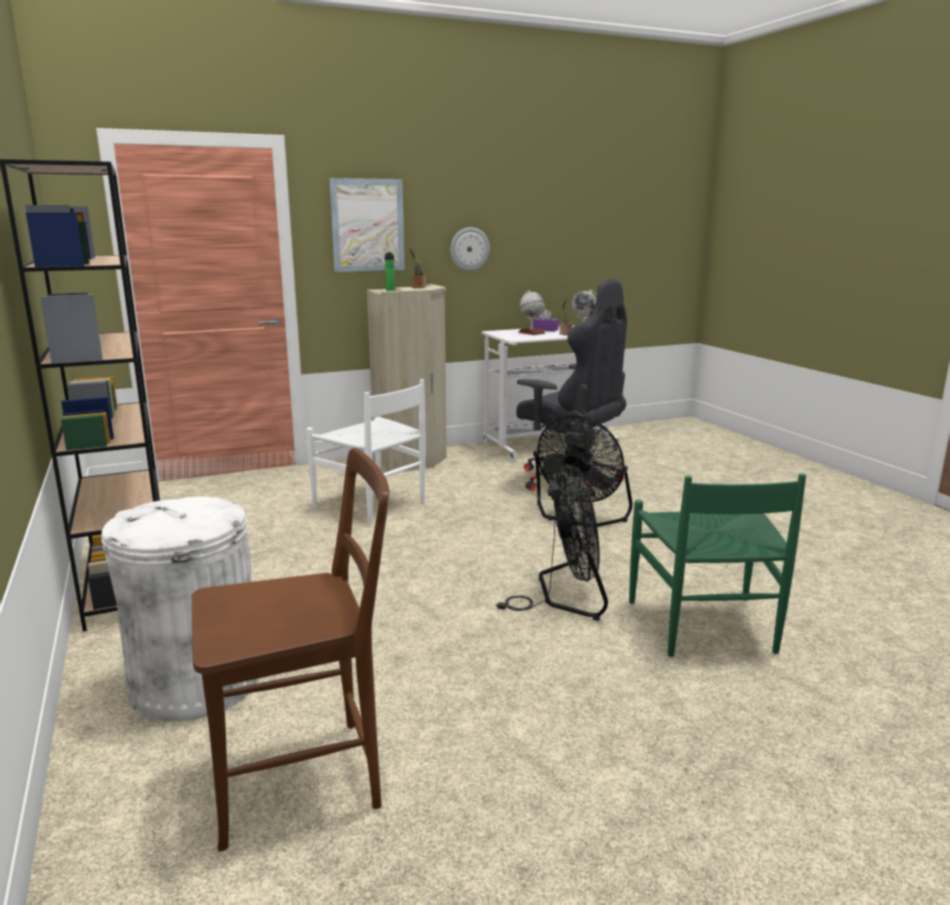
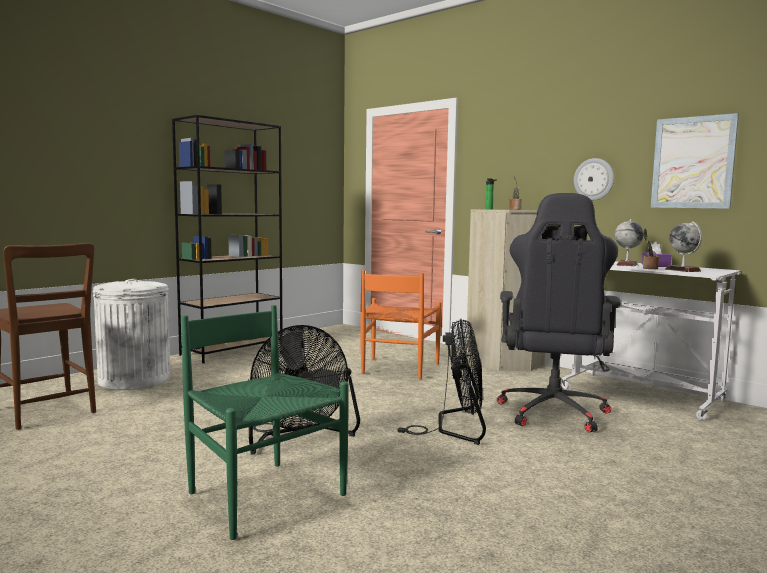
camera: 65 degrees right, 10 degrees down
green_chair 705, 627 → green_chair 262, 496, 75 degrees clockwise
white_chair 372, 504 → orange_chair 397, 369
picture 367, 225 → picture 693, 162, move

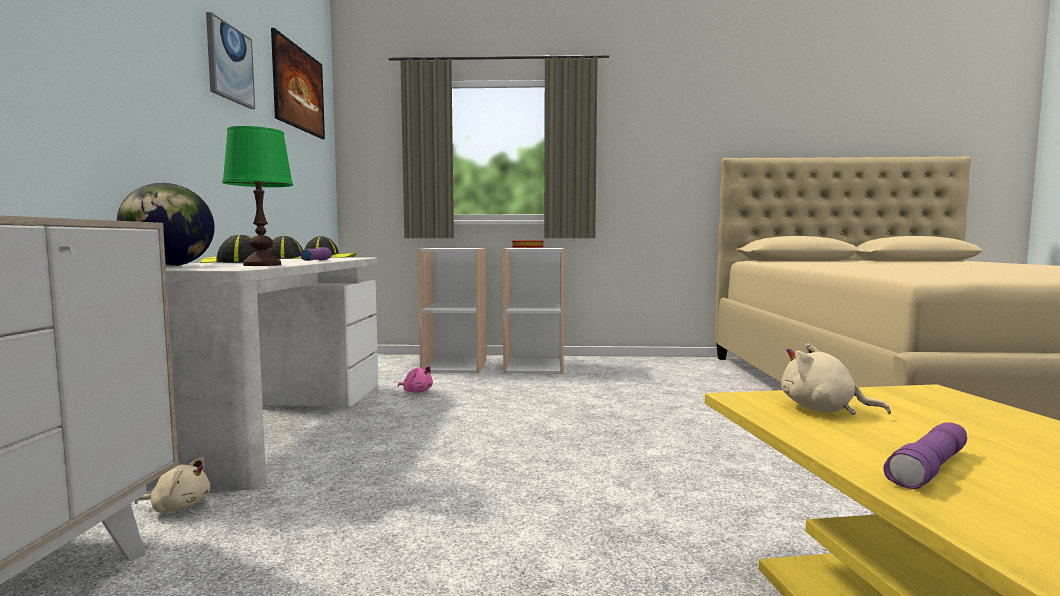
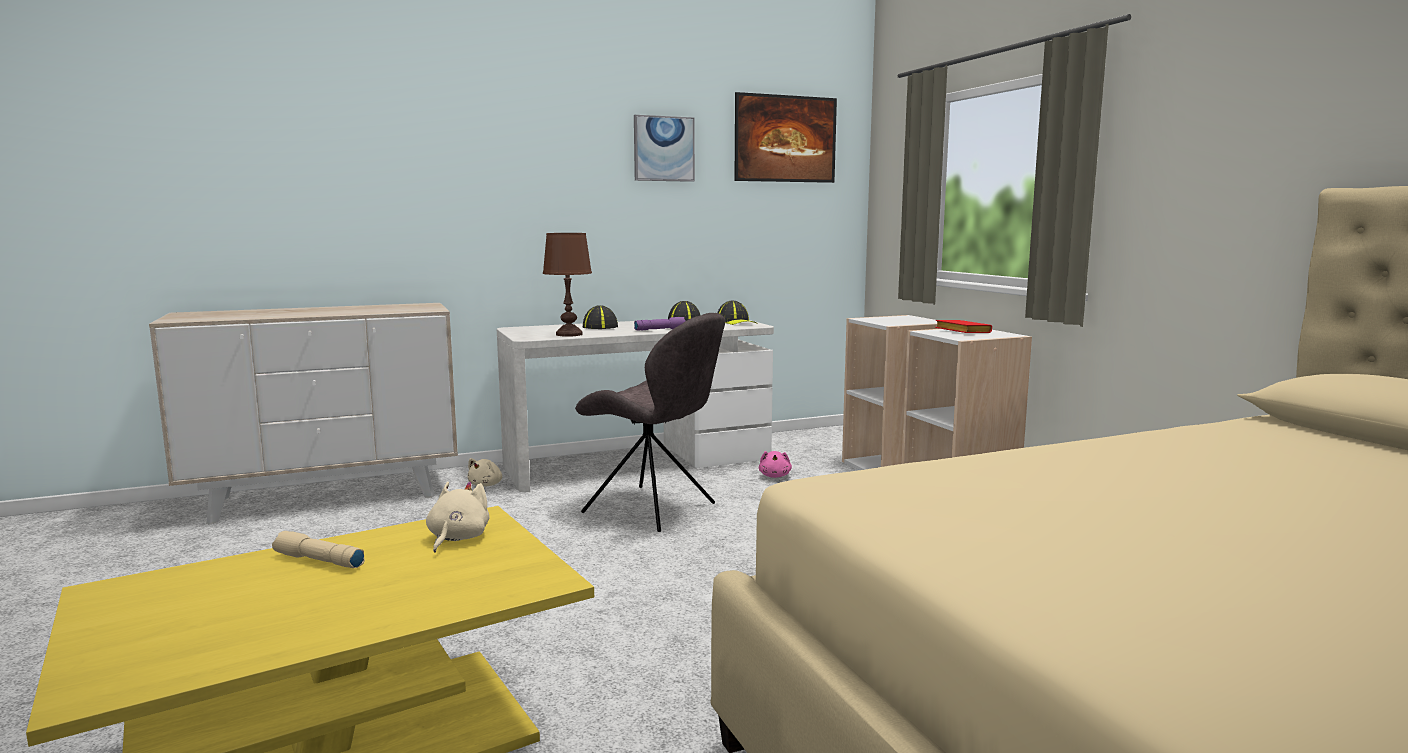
camera: 65 degrees right, 5 degrees up
purple_flashlight 930, 469 → beige_flashlight 318, 561
beige_plush_toy 178, 507 → beige_plush_toy 486, 485, 45 degrees clockwise
green_table_lamp 262, 265 → brown_table_lamp 569, 334
- → grey_chair 653, 509
globe 170, 266 → -

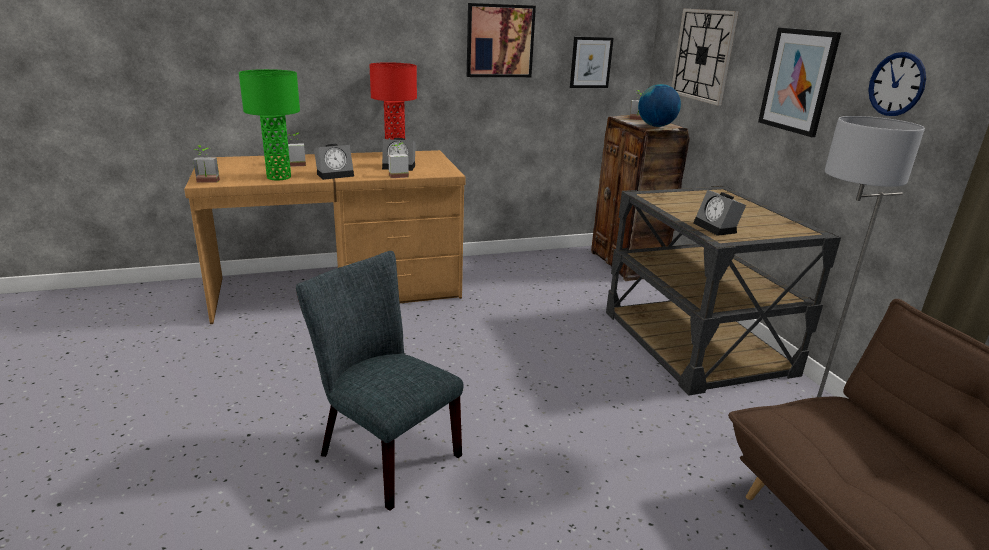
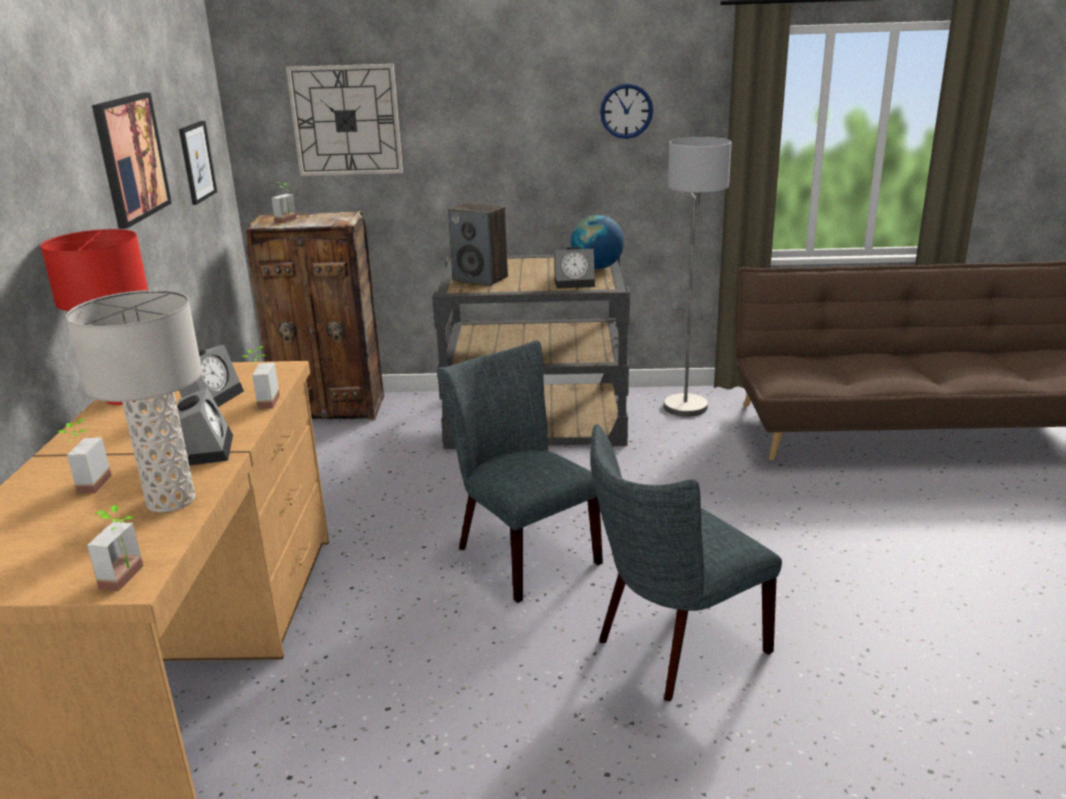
camera: 70 degrees left, 0 degrees up
green_table_lamp 279, 177 → white_table_lamp 171, 500
- → grey_chair 521, 552
- → speaker 481, 279
globe 656, 126 → globe 597, 268, move
picture 798, 81 → -

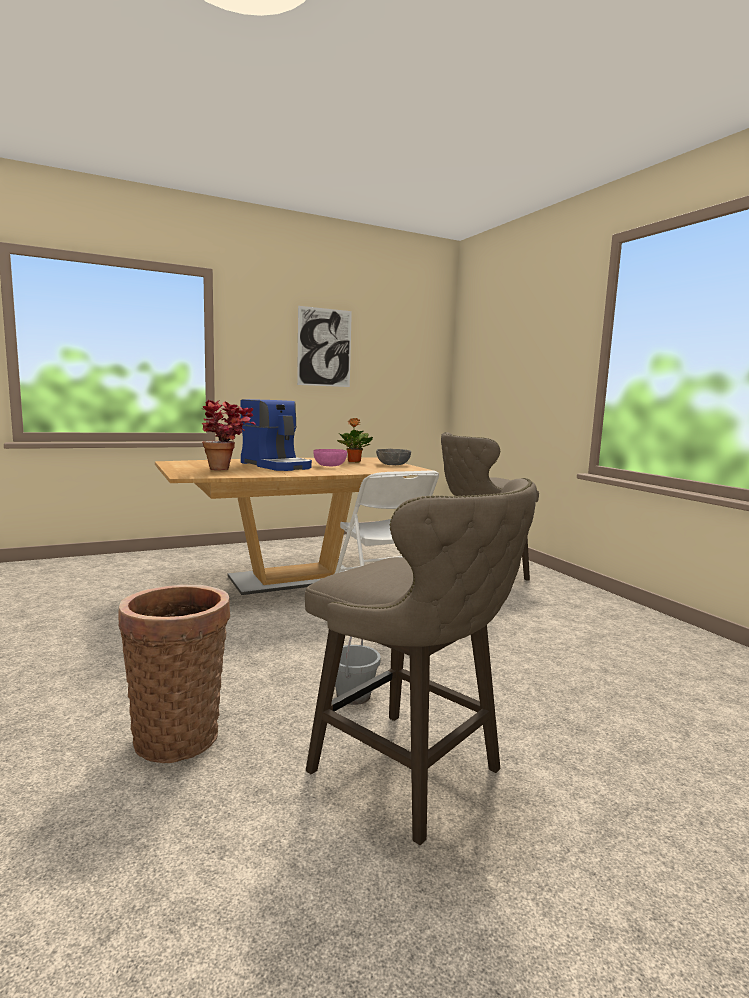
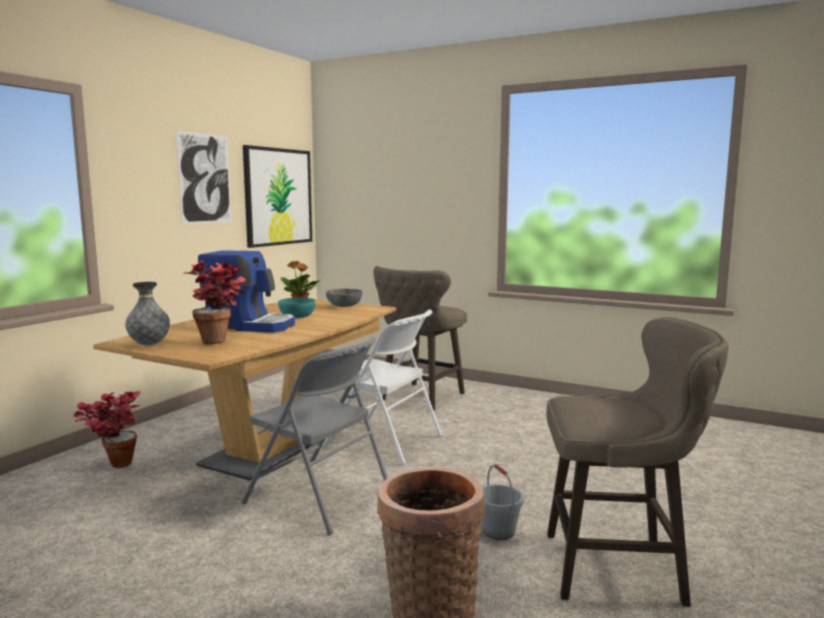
camera: 35 degrees left, 0 degrees up
- → potted_plant 113, 464
- → grey_vase 149, 344
- → grey_chair 318, 498
- → picture 278, 197
pink_bowl 330, 465 → turquoise_bowl 297, 317

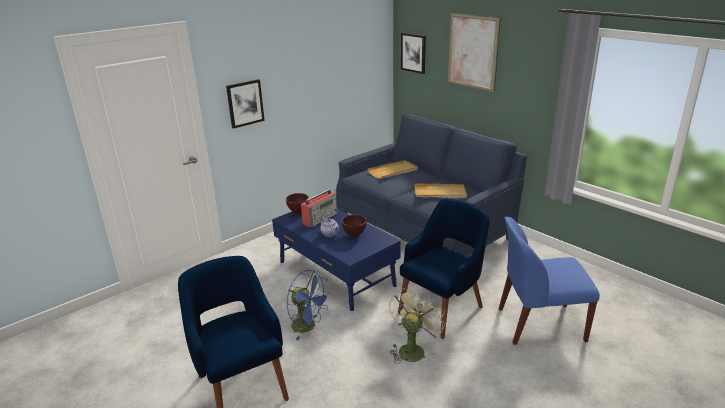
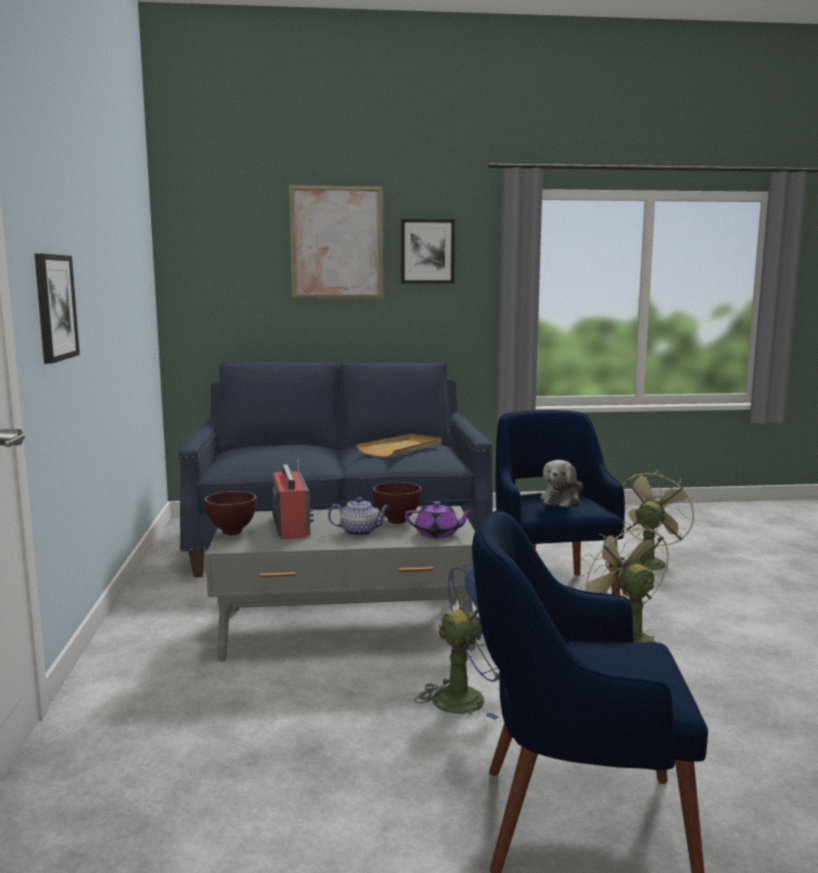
camera: 55 degrees left, 15 degrees down
blue_coffee_table 336, 274 → grey_coffee_table 348, 629
picture 413, 52 → picture 427, 251, move
- → purple_teapot 438, 534
- → plush_toy 561, 500
blue_chair 538, 324 → green_fan 648, 562
beige_tray 393, 171 → -

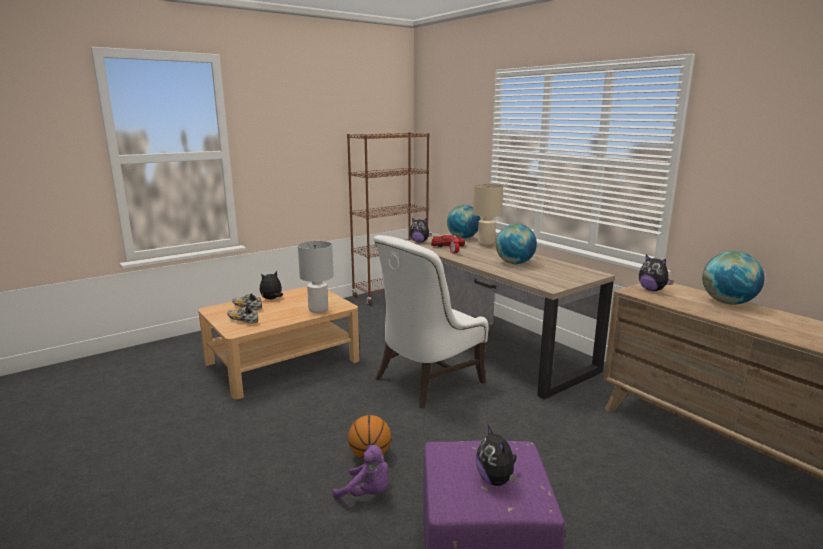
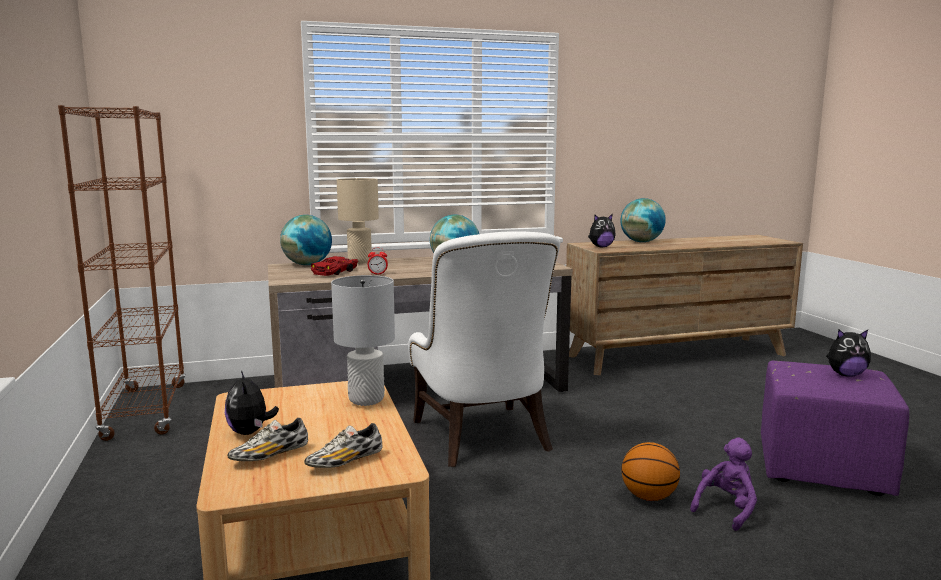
camera: 70 degrees left, 5 degrees down
plush_toy 419, 242 → -

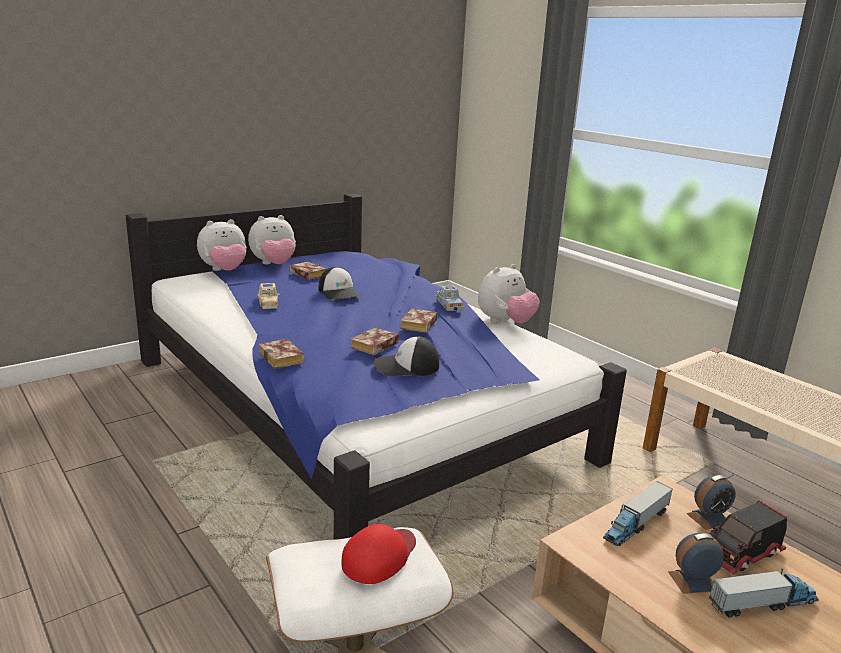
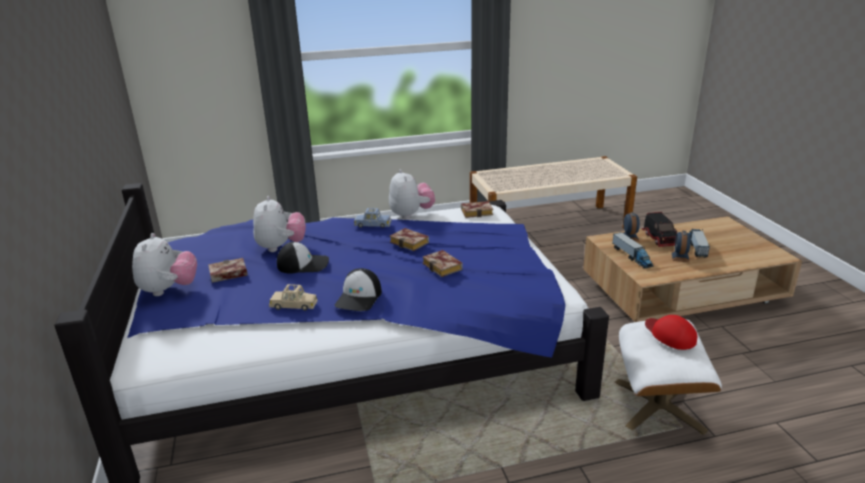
camera: 65 degrees left, 5 degrees up
plush_toy 224, 271 → plush_toy 281, 247, move
cap 406, 366 → cap 359, 298, move
book 283, 359 → book 478, 212, move

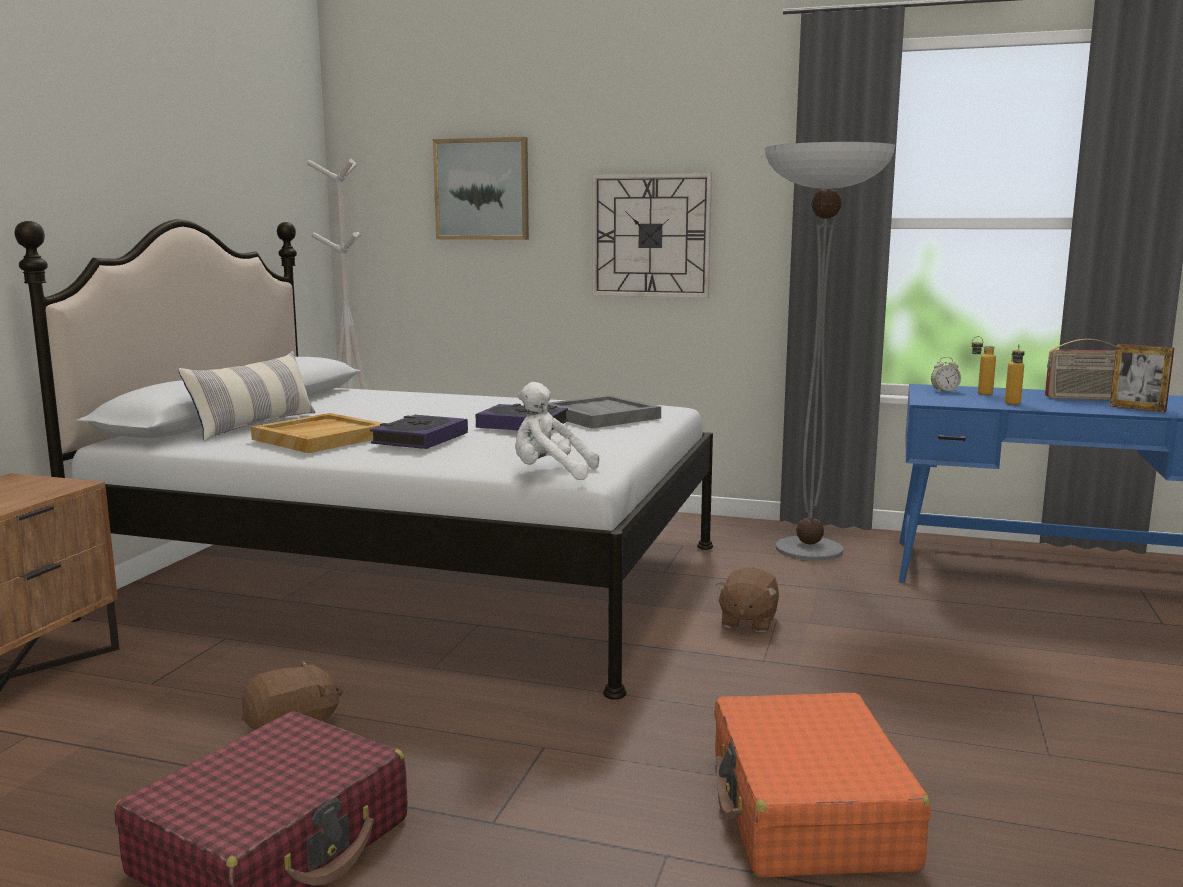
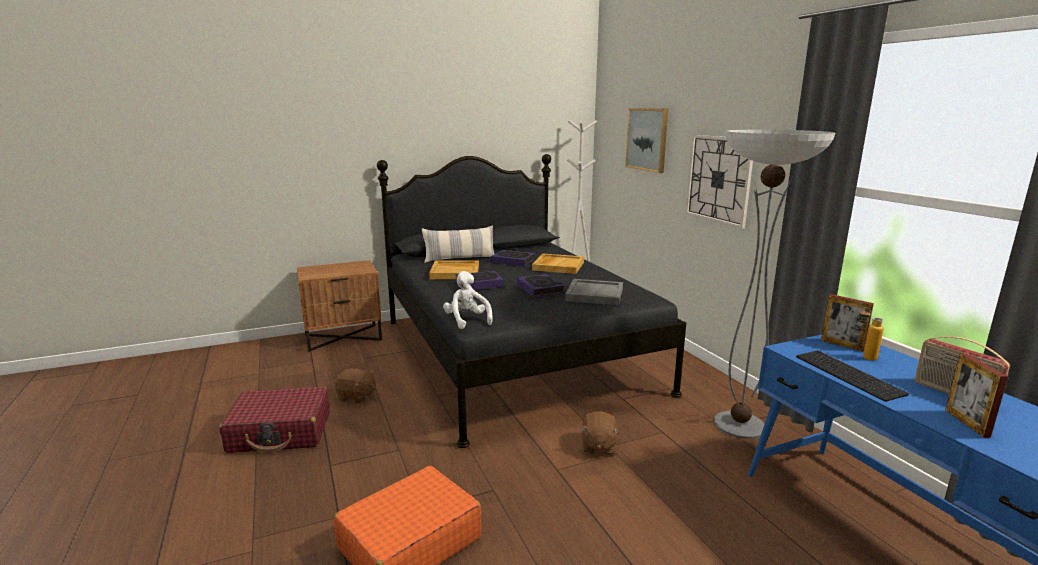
camera: 50 degrees right, 5 degrees up
white_bed 420, 581 → black_bed 514, 354
- → book 513, 261
- → beige_tray 558, 266
brown_plush_toy 747, 621 → brown_plush_toy 598, 446, 60 degrees counterclockwise
bottle 1012, 404 → keyboard 850, 375
alarm_clock 944, 391 → picture_frame 842, 345

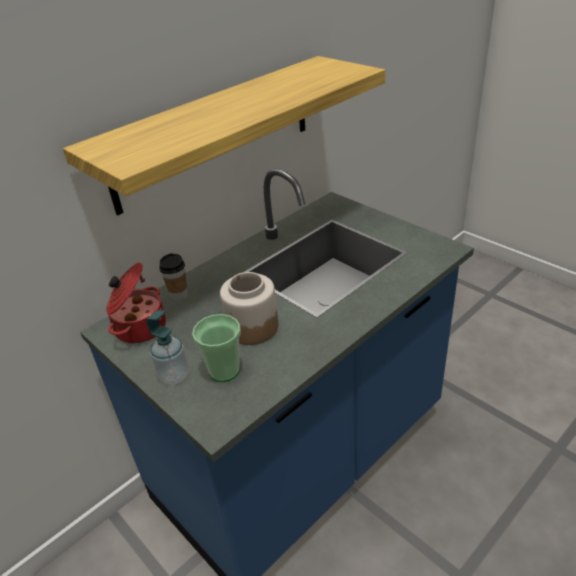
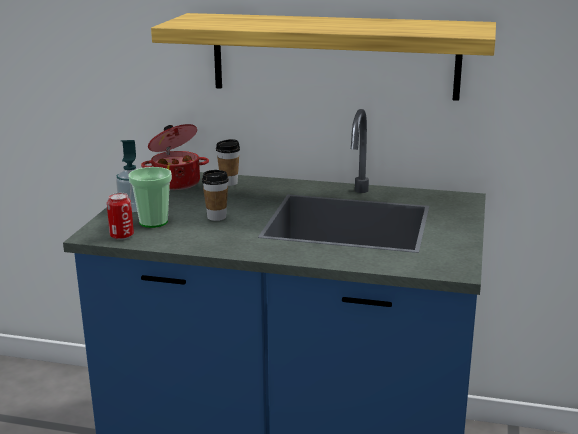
camera: 55 degrees right, 15 degrees down
- → can 122, 236
jar 252, 327 → cup 216, 217

